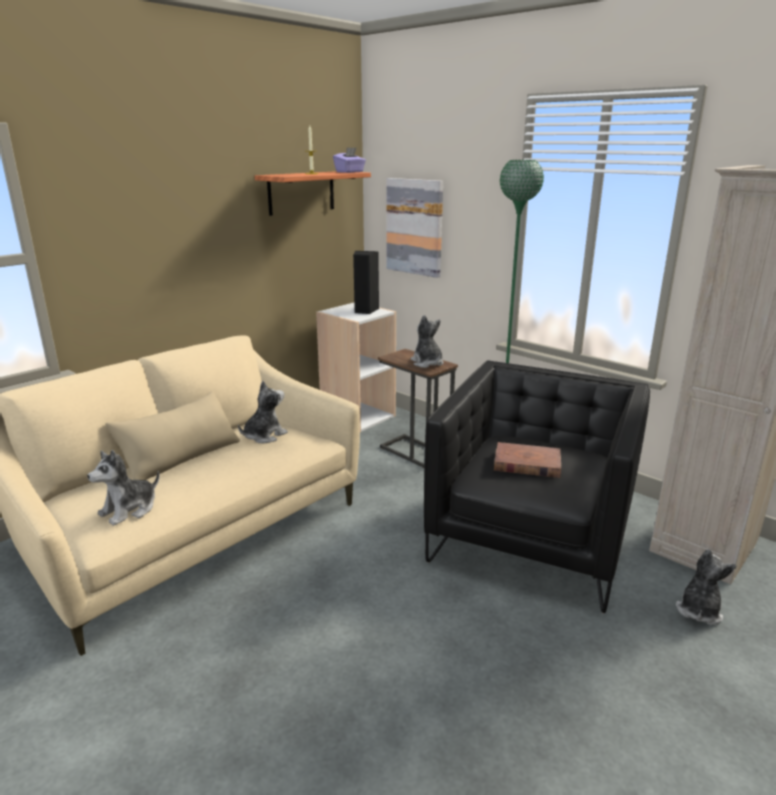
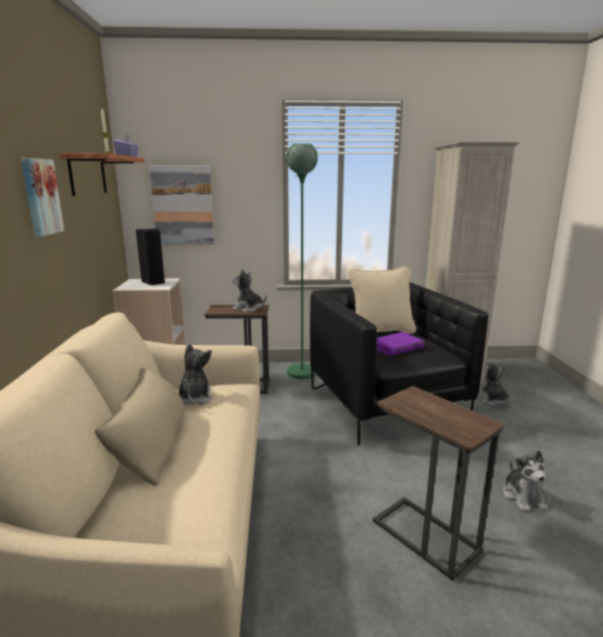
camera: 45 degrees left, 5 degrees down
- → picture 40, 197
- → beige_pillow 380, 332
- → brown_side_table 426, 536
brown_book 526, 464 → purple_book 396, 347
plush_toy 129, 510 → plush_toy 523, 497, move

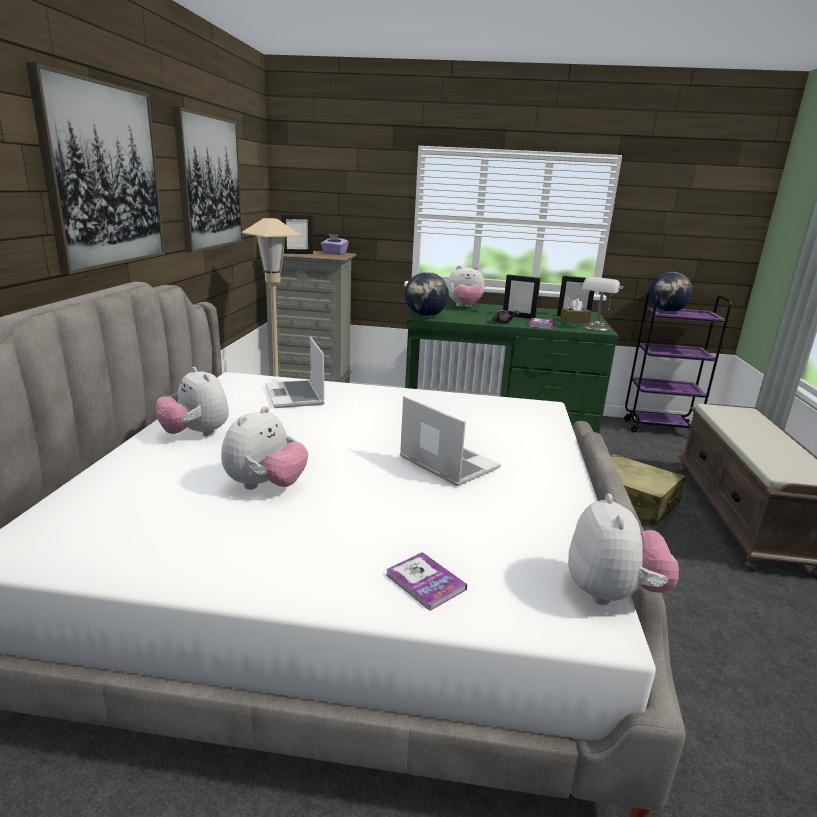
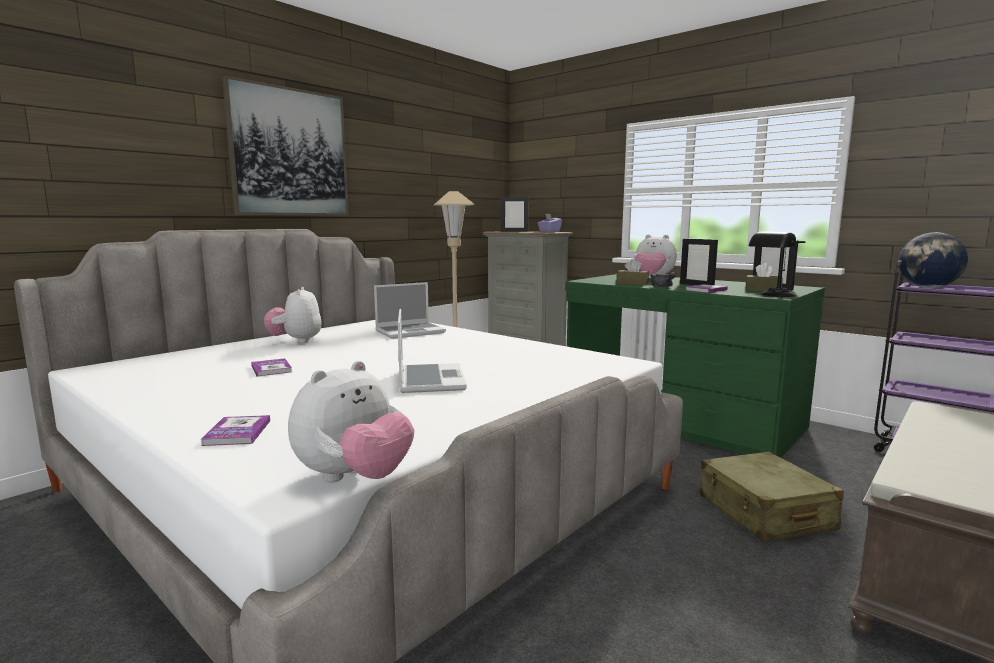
camera: 35 degrees right, 10 degrees down
plush_toy 265, 486 → book 271, 369
laptop 295, 396 → laptop 410, 332, 135 degrees counterclockwise
- → brown_tissue_box 632, 283
white_table_lamp 596, 328 → black_table_lamp 774, 295
picture 209, 183 → -
globe 425, 316 → -

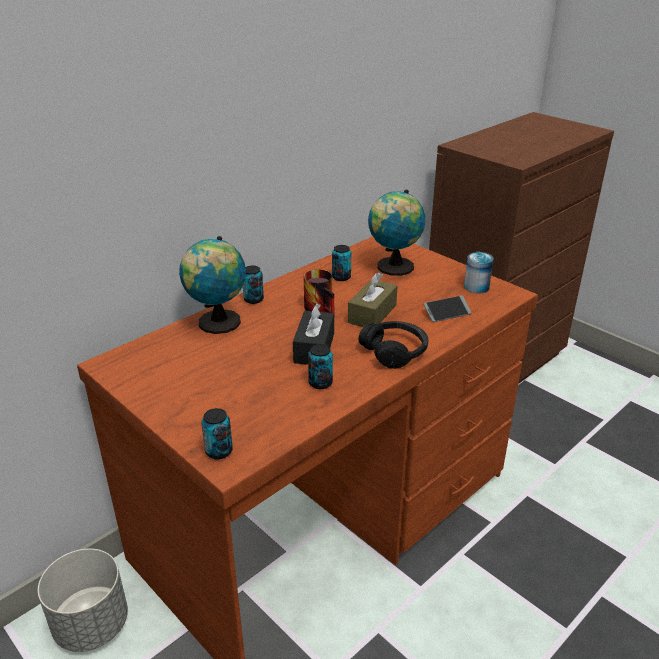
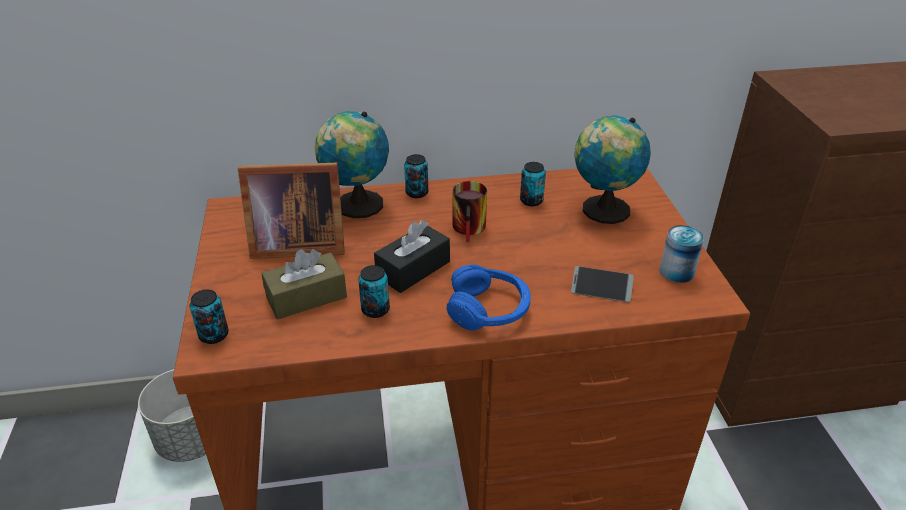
camera: 35 degrees right, 5 degrees up
- → picture_frame 295, 244
brown_tissue_box 372, 314 → brown_tissue_box 306, 297, move
black_headphones 395, 351 → blue_headphones 489, 309

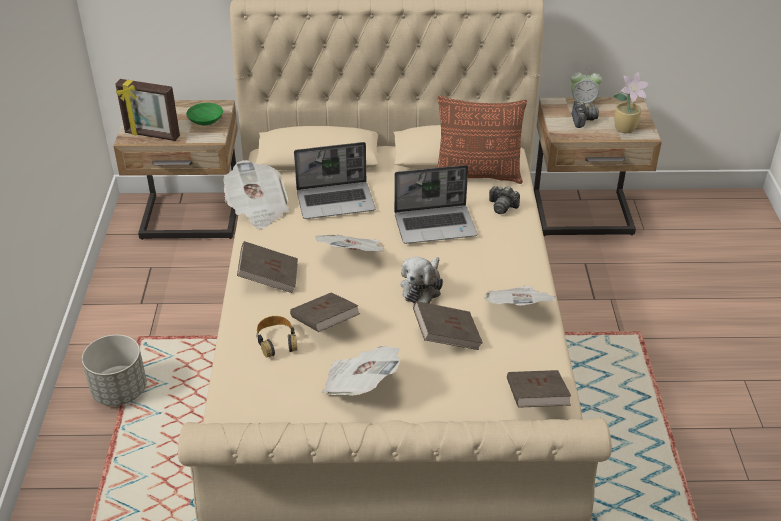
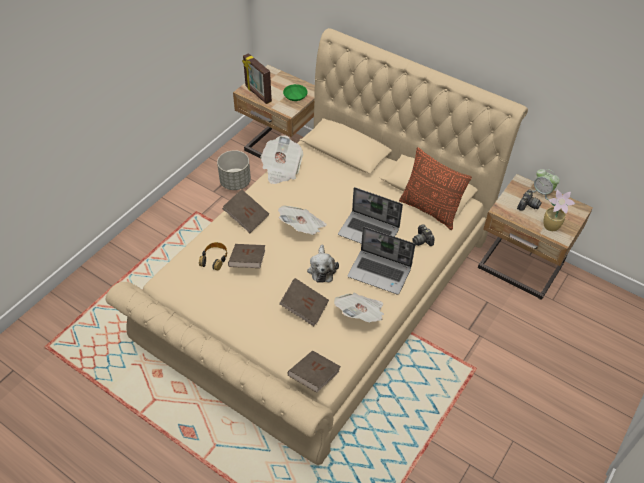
camera: 35 degrees right, 10 degrees up
grey_planter 119, 391 → grey_planter 235, 182, move
plush_toy 422, 287 → plush_toy 322, 269, 60 degrees counterclockwise
laptop 336, 201 → laptop 380, 272, move
newspaper 360, 385 → -

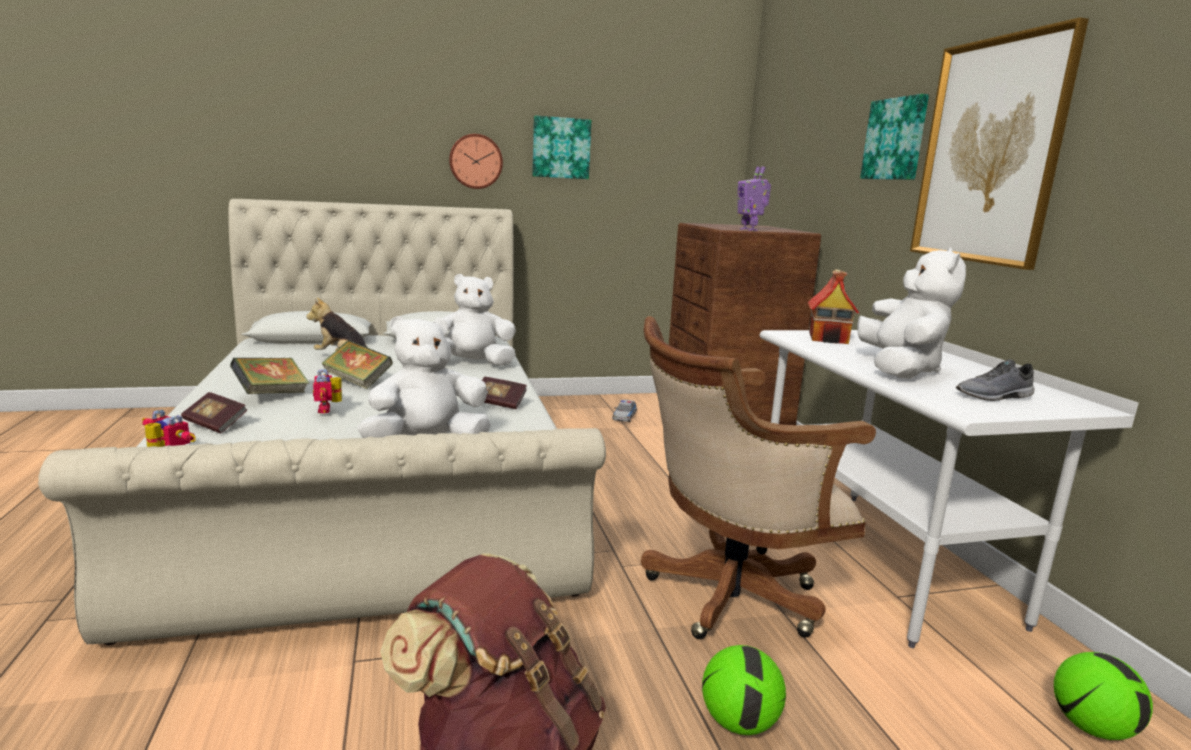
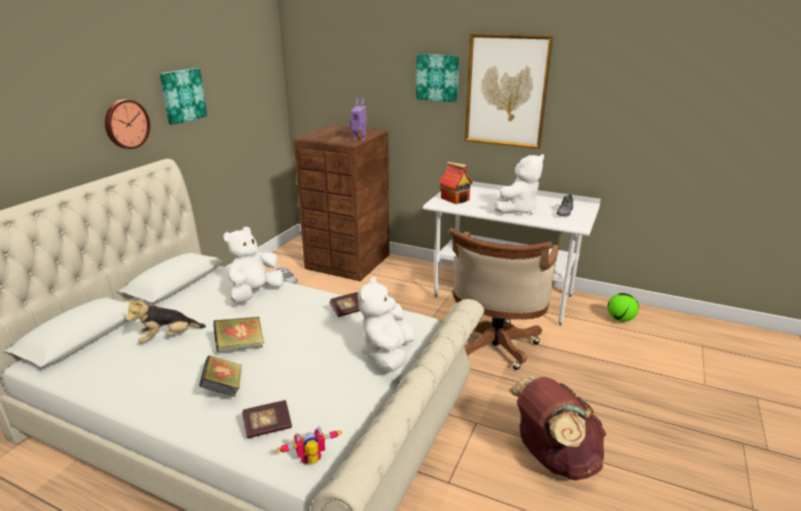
camera: 50 degrees left, 10 degrees up
white_plush_toy 900, 369 → white_plush_toy 517, 210, 90 degrees clockwise
toy_robot 329, 409 → -
football 739, 723 → -

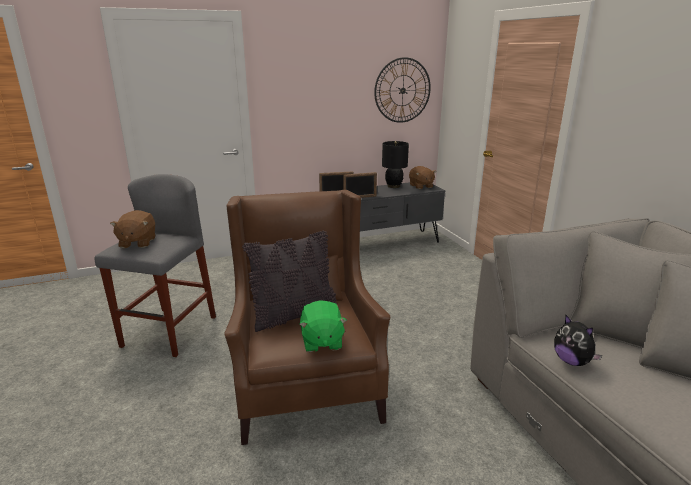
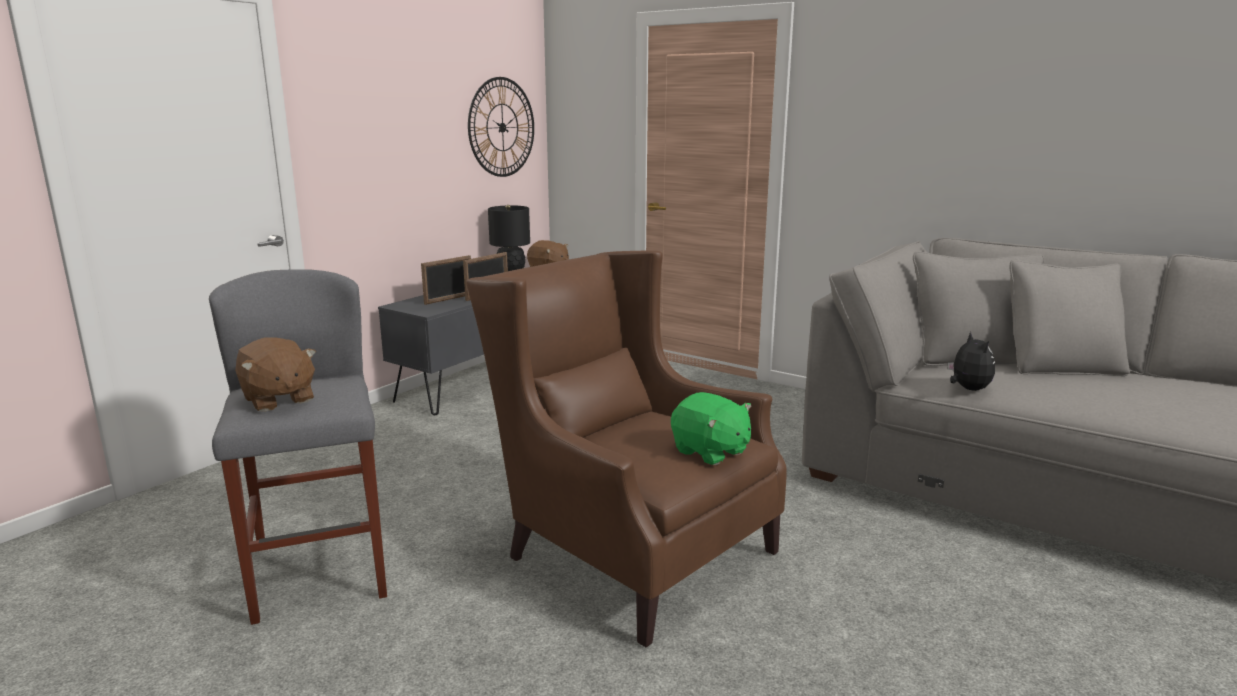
camera: 35 degrees left, 5 degrees down
plush_toy 572, 361 → plush_toy 967, 389, 120 degrees counterclockwise
black_pillow 294, 316 → -

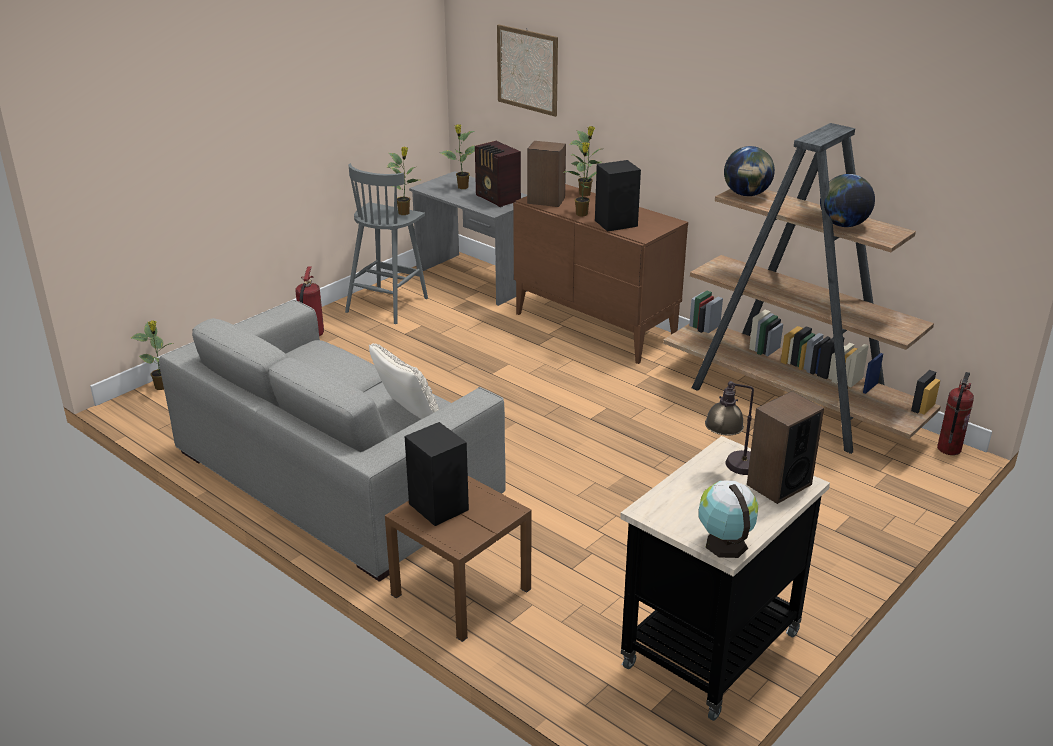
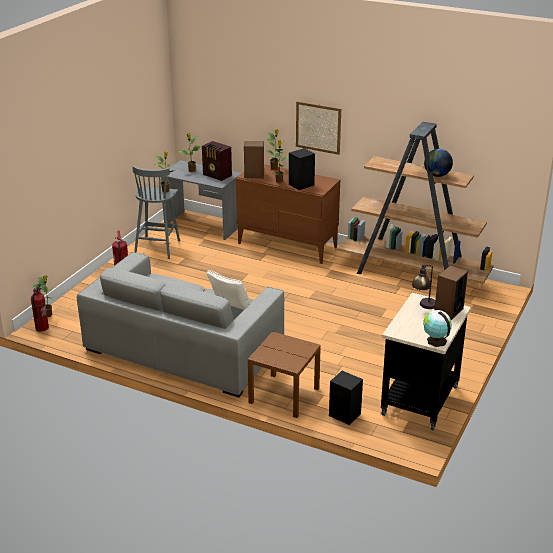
camera: 15 degrees left, 0 degrees up
fire_extinguisher 948, 448 → fire_extinguisher 42, 327, move
picture 527, 69 → picture 318, 127, move
black_speaker 439, 507 → black_speaker 345, 415, move
globe 746, 194 → -

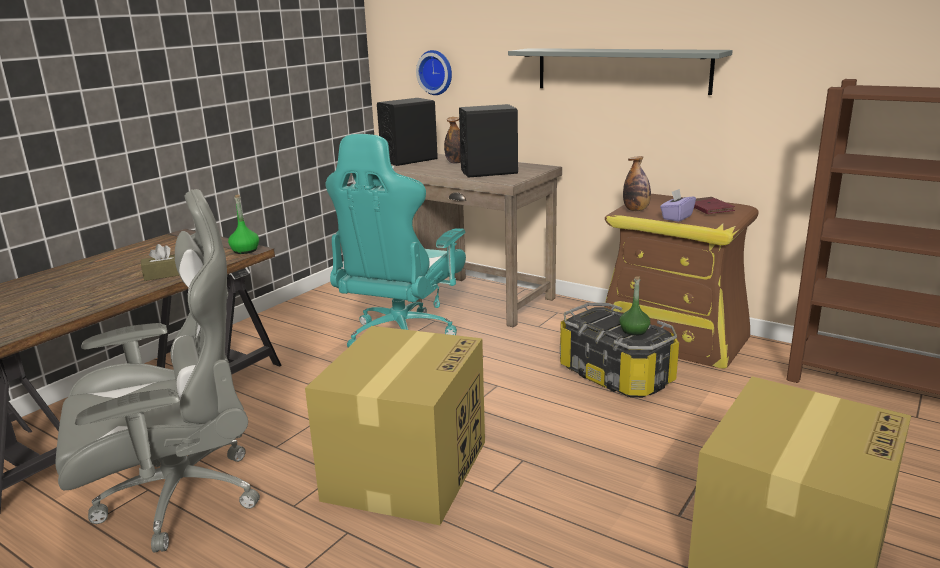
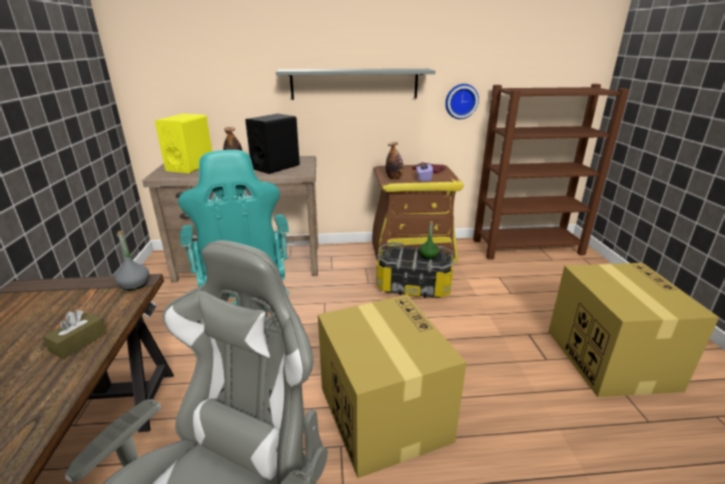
camera: 40 degrees left, 5 degrees up
green_bottle 245, 250 → grey_bottle 134, 284
black_speaker 409, 160 → yellow_speaker 190, 167
wall_clock 436, 72 → wall_clock 461, 101, move

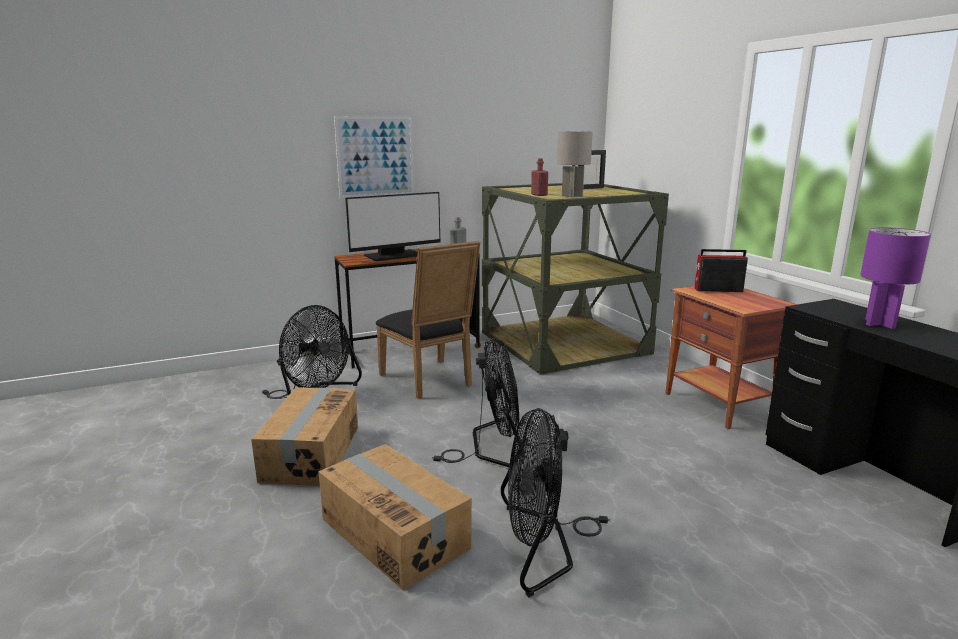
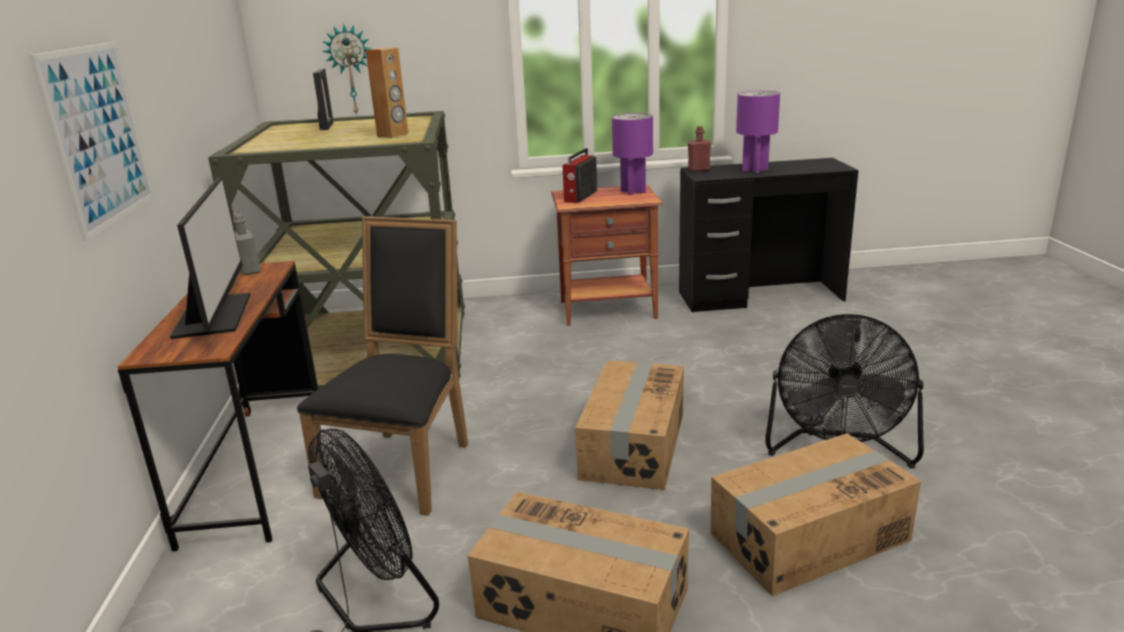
camera: 70 degrees left, 5 degrees up
black_chair 430, 381 → black_chair 404, 465, 60 degrees counterclockwise
- → wall_clock 350, 70
grey_table_lamp 572, 196 → brown_speaker 393, 135
black_fan 490, 446 → cardboard_box 632, 445
- → purple_table_lamp 633, 192
red_bottle 539, 195 → red_bottle 698, 170, move

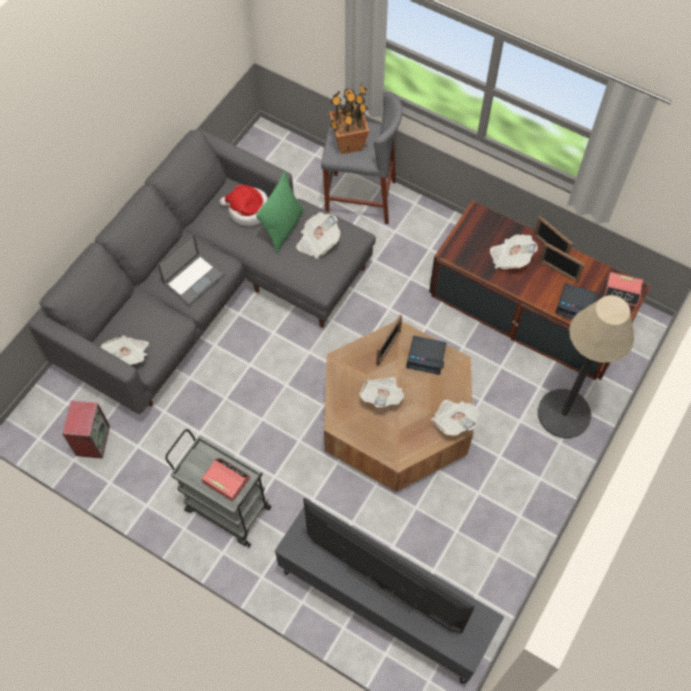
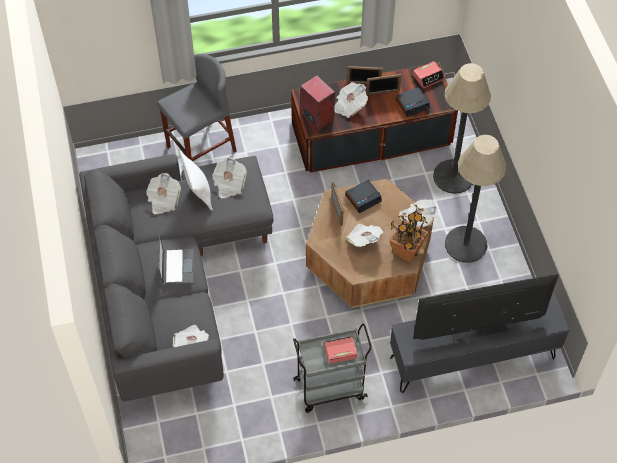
camera: 45 degrees left, 5 degrees down
hat 247, 210 → newspaper 163, 200
green_pillow 283, 229 → white_pillow 198, 193
speaker 92, 440 → speaker 316, 116, move
potted_plant 348, 143 → potted_plant 406, 251, move
- → floor_lamp 466, 244

